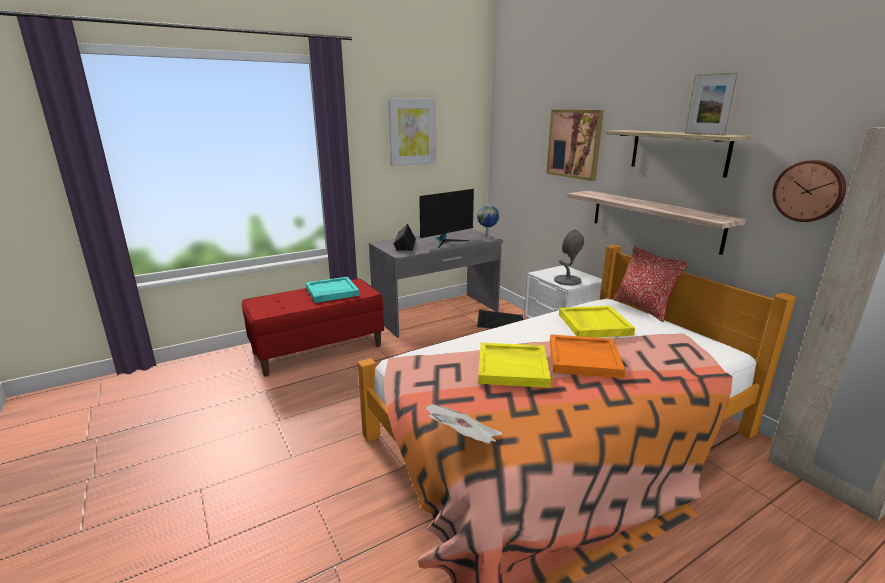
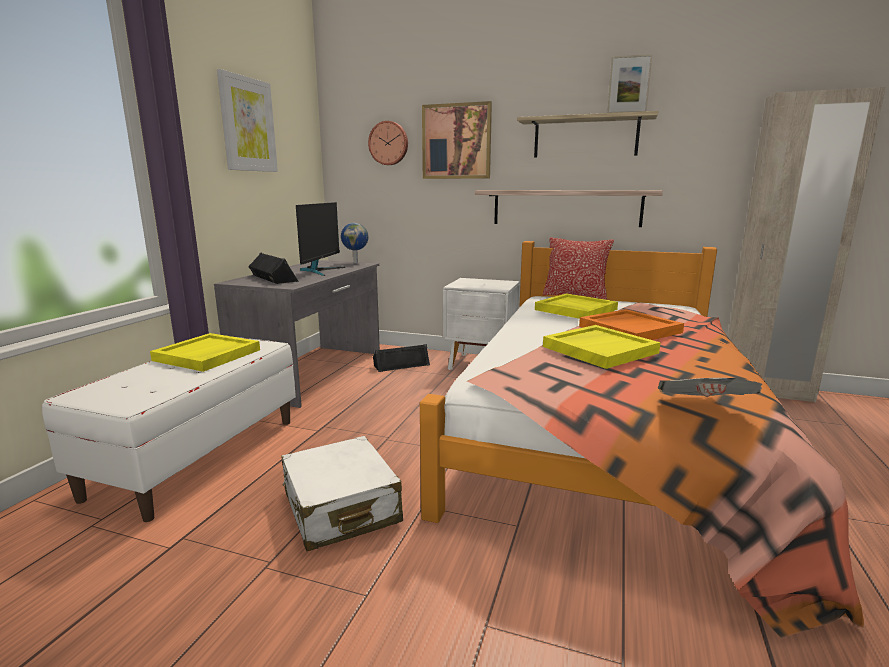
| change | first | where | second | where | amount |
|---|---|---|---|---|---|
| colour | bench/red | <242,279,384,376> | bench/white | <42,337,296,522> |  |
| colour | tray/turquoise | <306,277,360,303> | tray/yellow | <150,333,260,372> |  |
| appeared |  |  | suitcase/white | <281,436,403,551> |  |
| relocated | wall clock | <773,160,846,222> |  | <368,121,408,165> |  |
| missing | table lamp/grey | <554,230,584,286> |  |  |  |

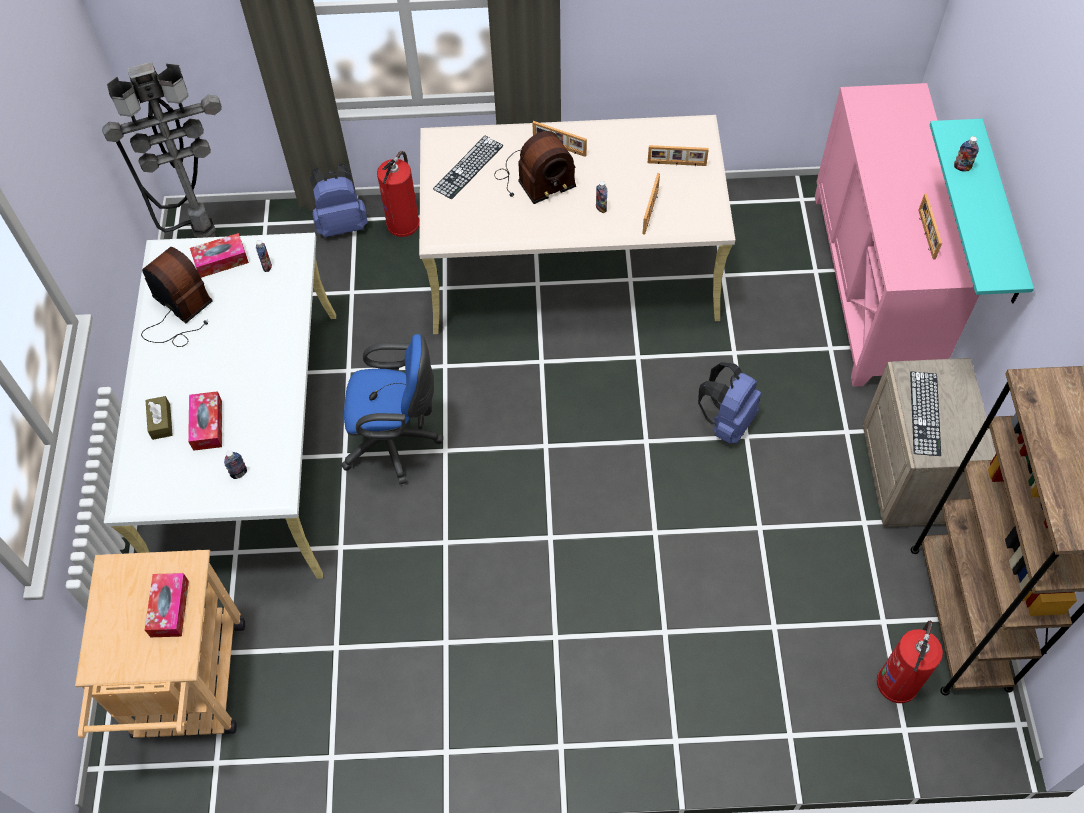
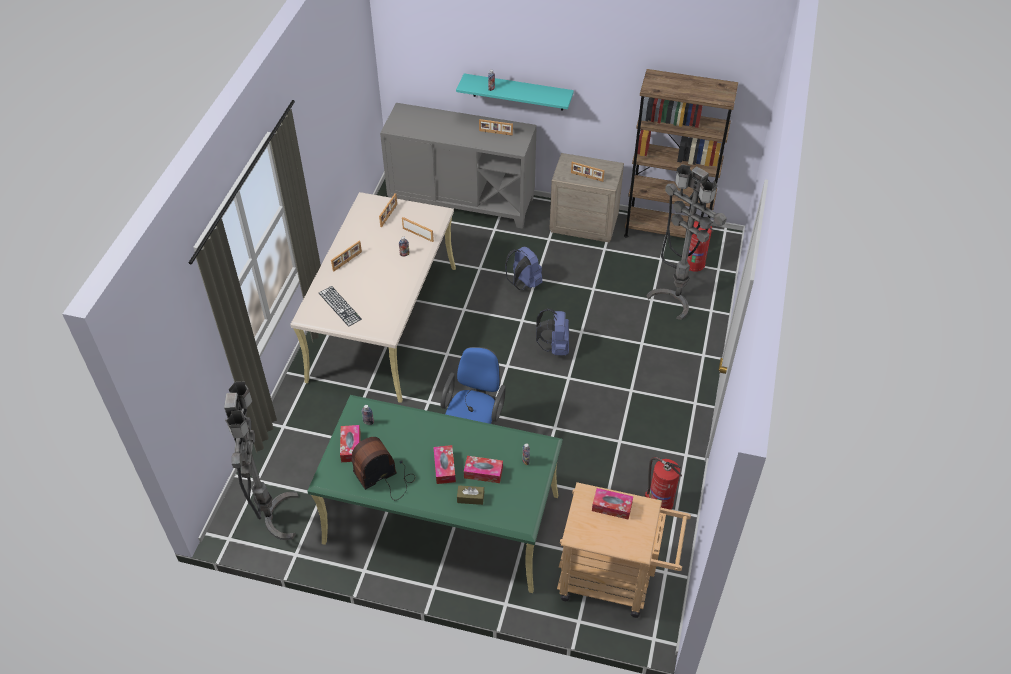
| change | first | where | second | where | amount |
|---|---|---|---|---|---|
| colour | desk/white | <104,233,336,579> | desk/green | <308,395,563,593> |  |
| colour | cabinet/pink | <815,83,980,387> | cabinet/grey | <380,103,537,229> |  |
| appeared |  |  | tissue box | <433,445,456,484> |  |
| relocated | backpack/blue | <310,164,368,237> |  | <536,308,569,356> |  |
| exchanged | keyboard | <910,371,941,456> | picture frame | <571,162,605,182> |  |
| relocated | fire extinguisher | <377,151,420,237> |  | <645,457,682,510> |  |
| appeared |  |  | floor lamp/grey | <647,164,727,320> |  |
| missing | radio | <494,131,576,204> |  |  |  |

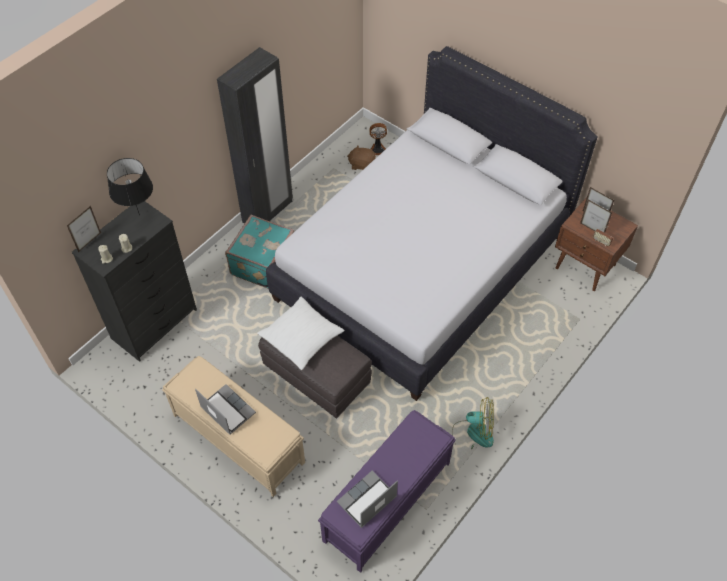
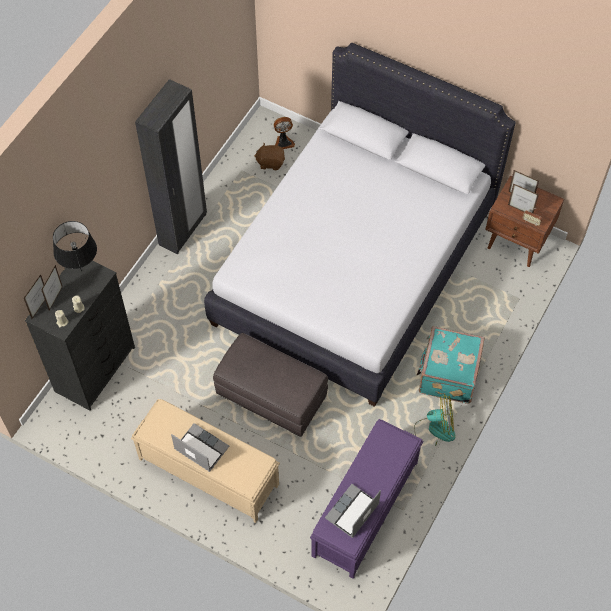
| change | first | where | second | where | amount |
|---|---|---|---|---|---|
| appeared |  |  | picture frame | <42,265,63,311> |  |
| relocated | suitcase/turquoise | <225,215,294,288> |  | <417,326,485,404> |  |
| missing | pillow/white | <257,297,345,370> |  |  |  |

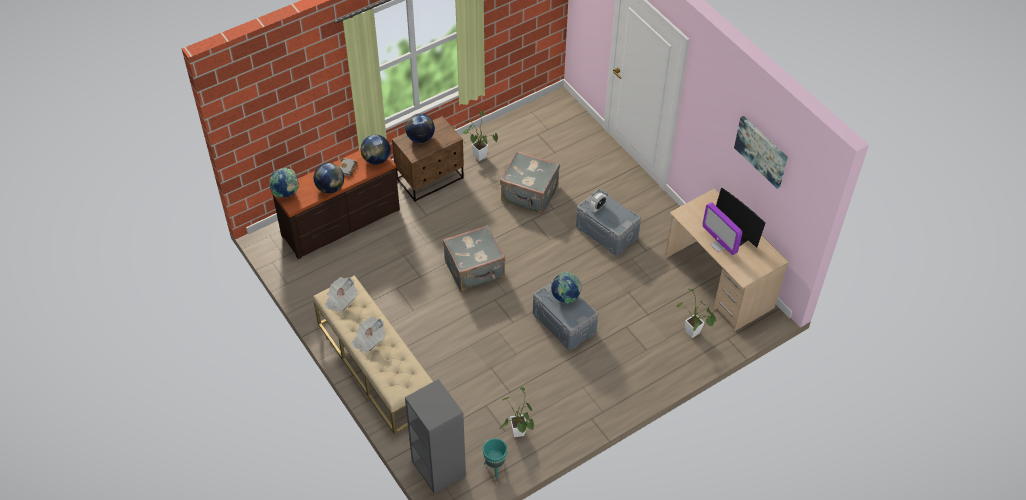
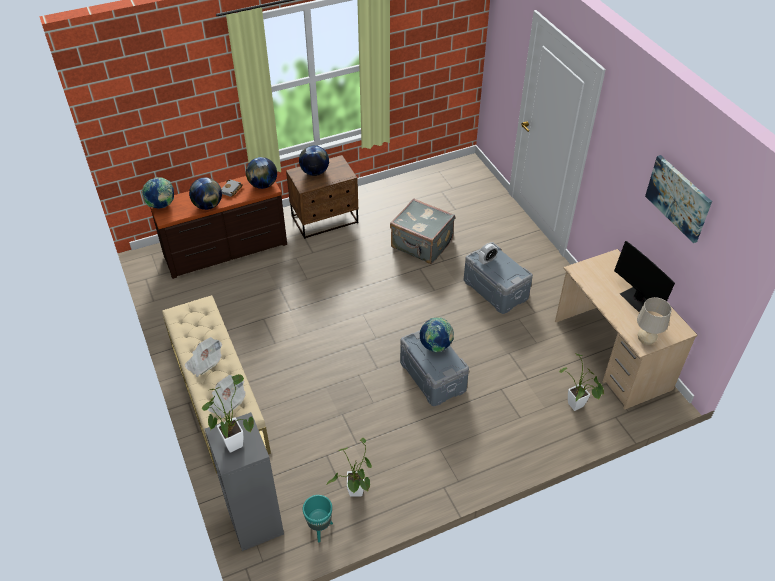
| change | first | where | second | where | amount |
|---|---|---|---|---|---|
| relocated | potted plant | <462,111,498,161> |  | <202,374,254,453> |  |
| relocated | newspaper | <324,277,357,313> |  | <208,375,246,418> |  |
| appeared |  |  | table lamp/beige | <637,297,672,345> |  |
| missing | suitcase/grey | <443,225,505,292> |  |  |  |
| missing | monitor | <702,202,742,255> |  |  |  |

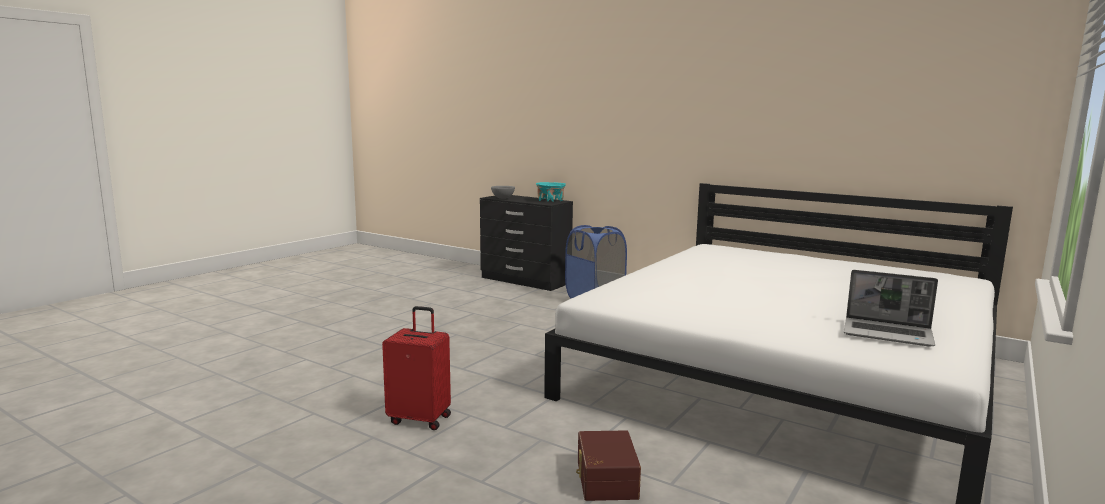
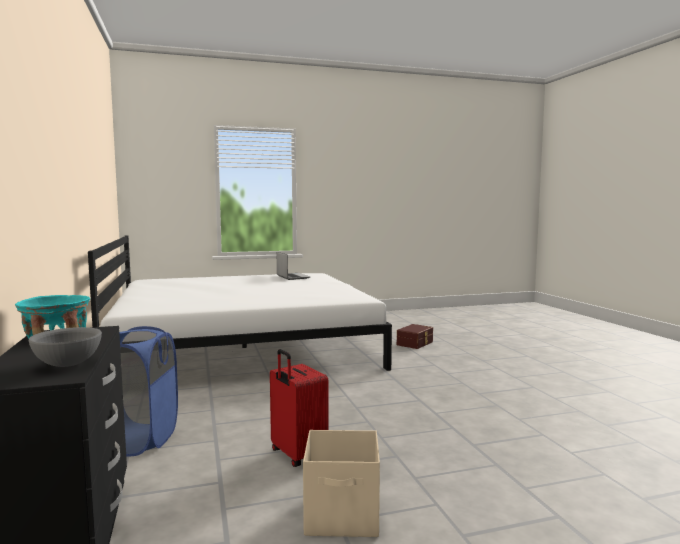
| change | first | where | second | where | amount |
|---|---|---|---|---|---|
| relocated | suitcase/red | <382,306,451,430> |  | <270,349,329,467> |  |
| appeared |  |  | storage box/beige | <303,430,380,537> |  |

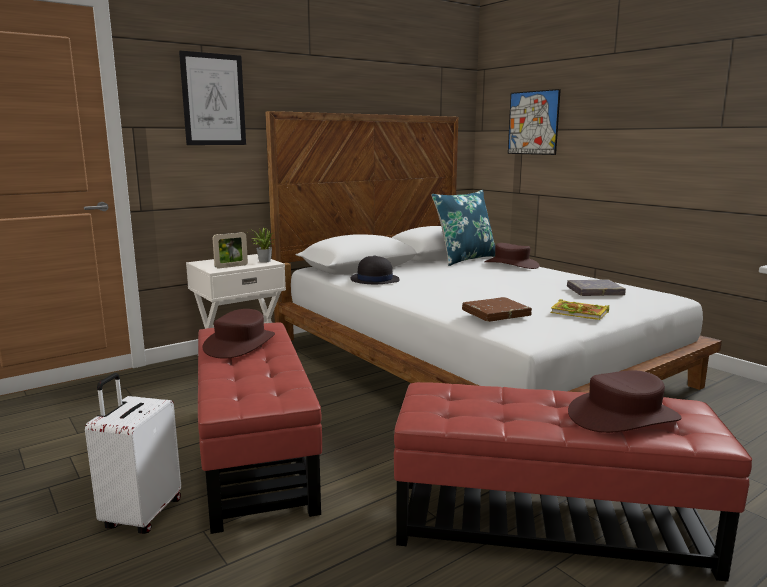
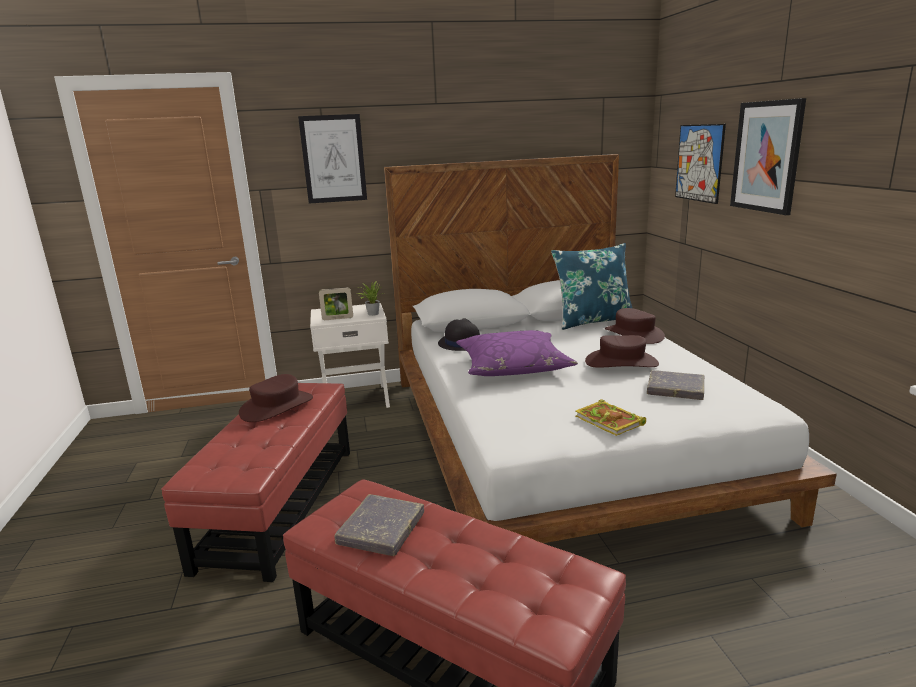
| change | first | where | second | where | amount |
|---|---|---|---|---|---|
| appeared |  |  | book/grey | <334,494,424,556> |  |
| appeared |  |  | pillow/purple | <456,330,578,376> |  |
| relocated | hat/brown | <568,370,682,433> |  | <585,335,659,368> |  |
| appeared |  |  | picture | <730,98,806,215> |  |
| missing | suitcase/white | <85,373,181,534> |  |  |  |
| missing | book/brown | <462,297,532,322> |  |  |  |

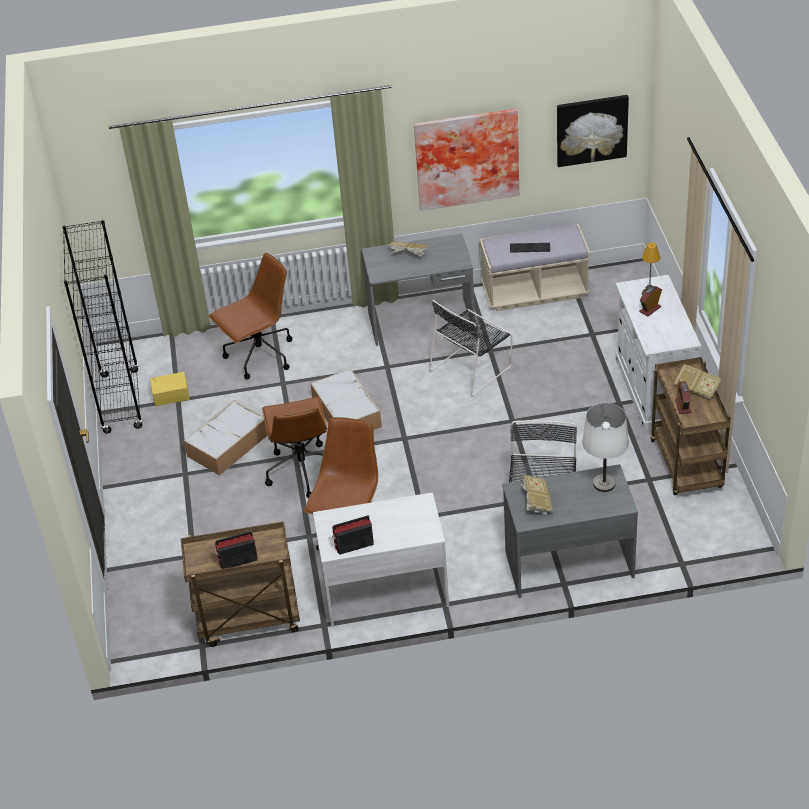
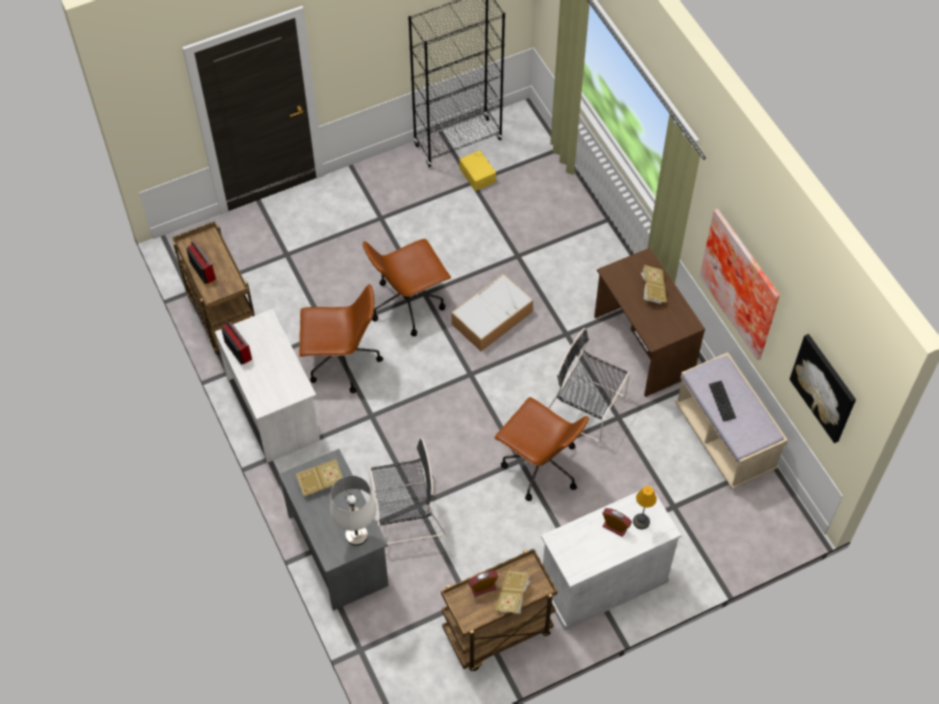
| change | first | where | second | where | amount |
|---|---|---|---|---|---|
| relocated | office chair/brown | <209,253,292,380> |  | <494,397,589,501> |  |
| colour | desk/grey | <362,233,475,346> | desk/brown | <594,248,705,397> |  |
| missing | storage box | <184,400,268,476> |  |  |  |

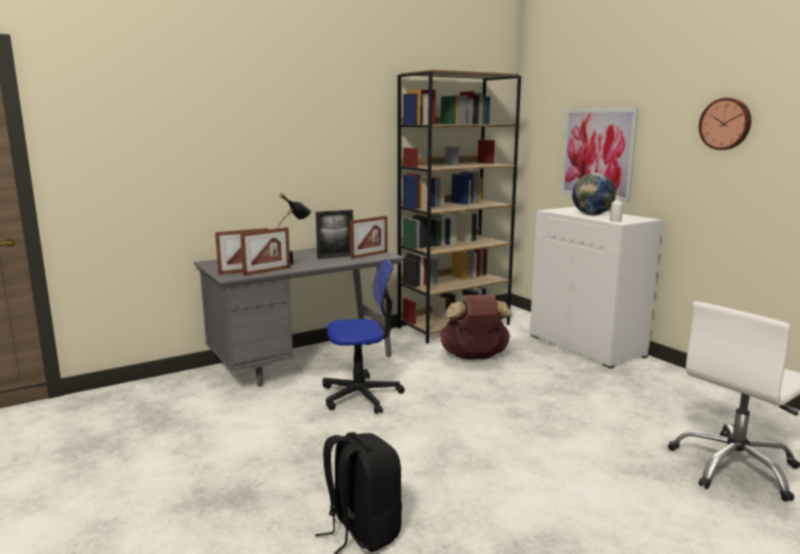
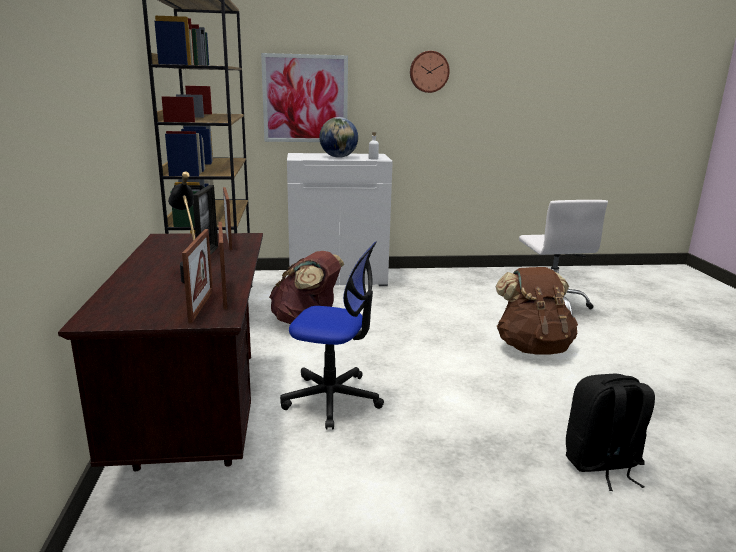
| change | first | where | second | where | amount |
|---|---|---|---|---|---|
| colour | desk/grey | <194,248,404,387> | desk/brown | <58,233,263,471> |  |
| spun | office chair | <322,259,405,414> |  | <280,241,384,430> | 90 degrees clockwise |
| appeared |  |  | backpack/brown | <496,267,578,355> |  |

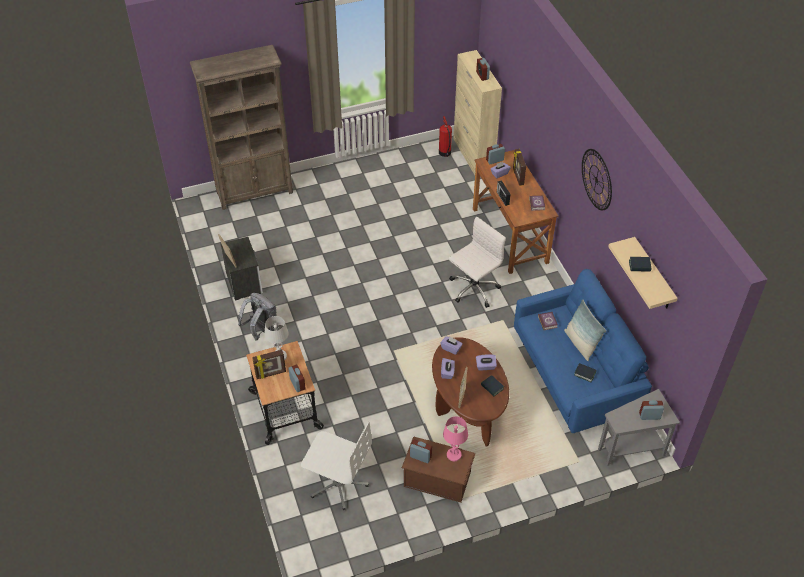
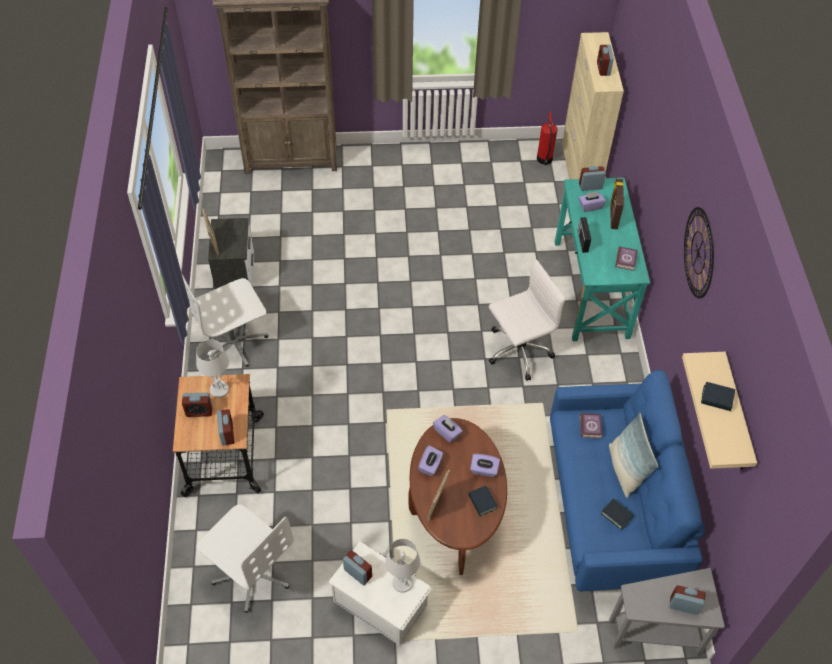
| change | first | where | second | where | amount |
|---|---|---|---|---|---|
| exchanged | backpack/grey | <238,293,278,341> | office chair/white | <181,272,268,367> |  |
| exchanged | picture frame | <252,350,286,379> | alarm clock | <182,393,213,417> |  |
| colour | storage box/brown | <402,437,476,503> | storage box/white | <328,541,433,645> |  |
| colour | table lamp/pink | <443,416,468,461> | table lamp/white | <385,539,420,593> |  |
| colour | desk/brown | <473,150,559,274> | desk/turquoise | <555,178,650,341> |  |

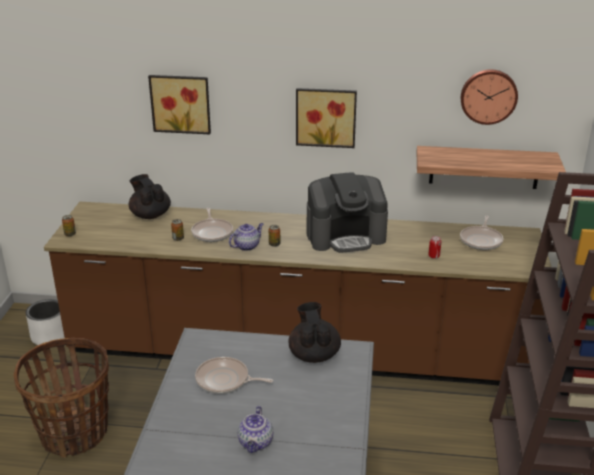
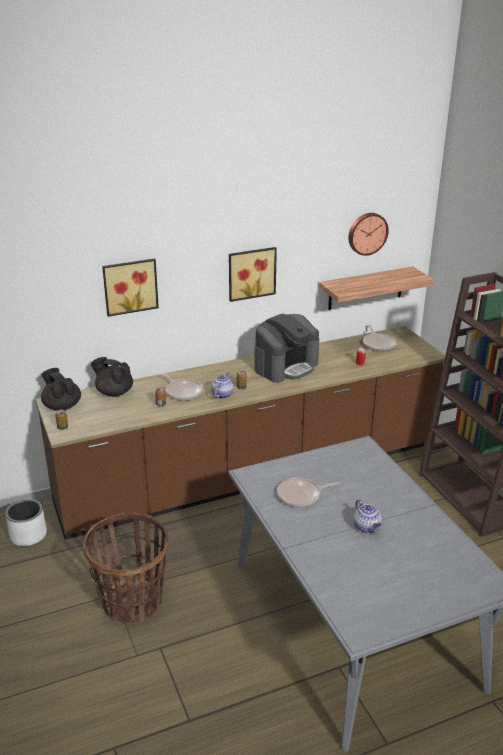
| change | first | where | second | where | amount |
|---|---|---|---|---|---|
| relocated | teapot/black | <288,302,341,363> |  | <41,368,81,411> |  |

